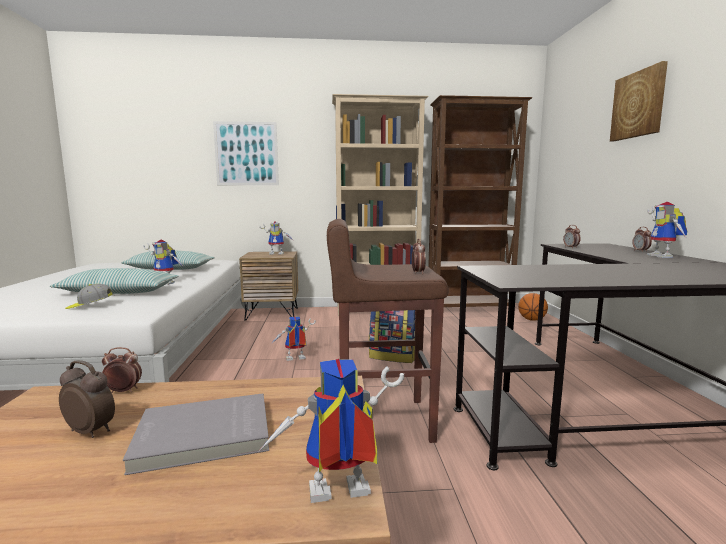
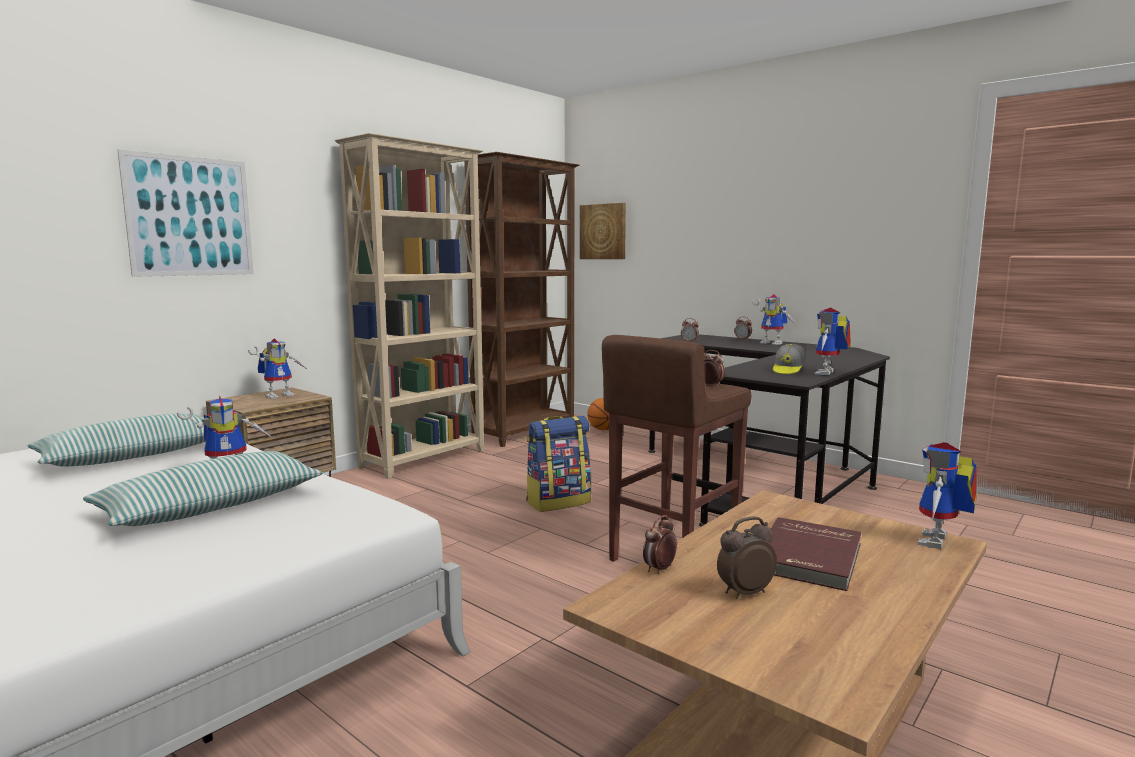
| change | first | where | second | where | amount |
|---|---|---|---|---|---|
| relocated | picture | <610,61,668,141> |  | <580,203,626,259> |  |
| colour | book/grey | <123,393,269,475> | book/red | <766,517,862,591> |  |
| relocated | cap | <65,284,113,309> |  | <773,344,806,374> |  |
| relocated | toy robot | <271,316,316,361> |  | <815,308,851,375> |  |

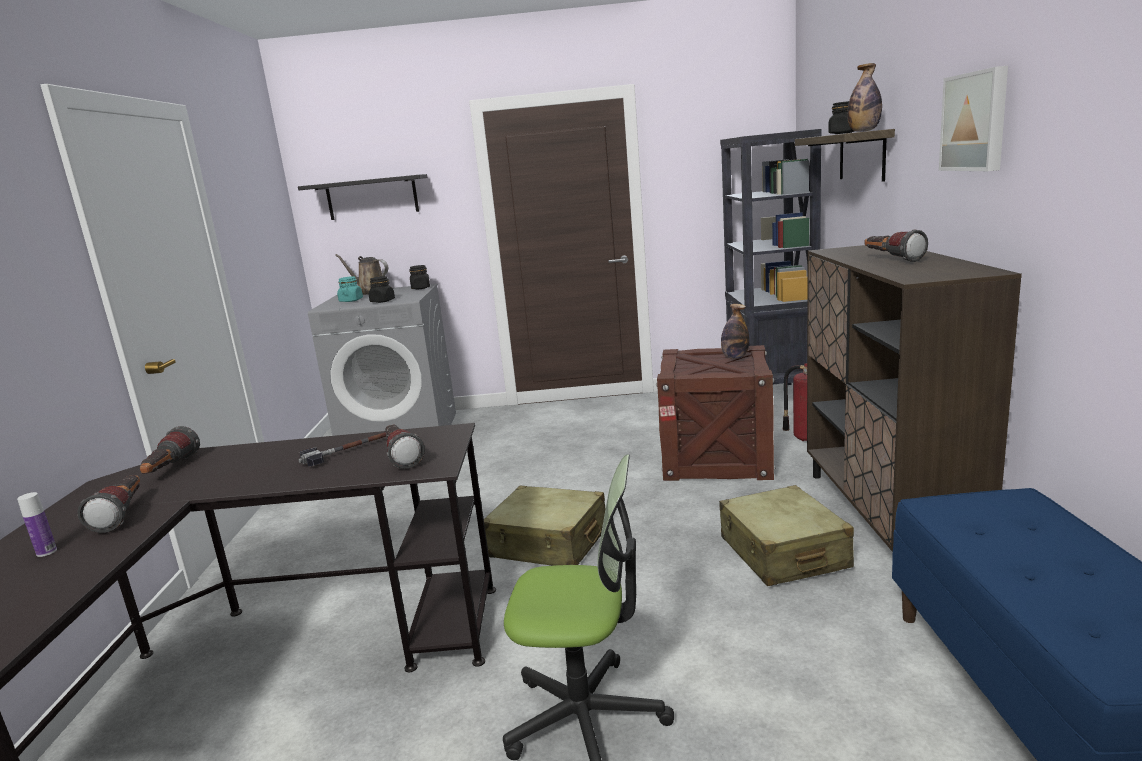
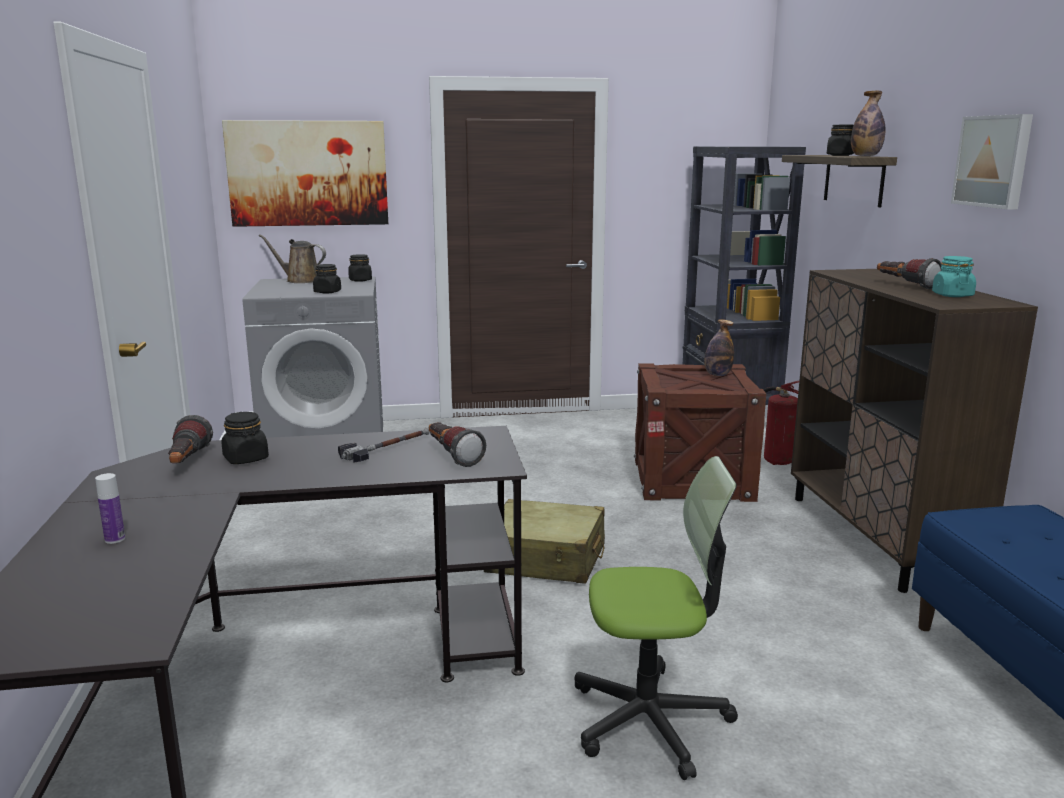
| change | first | where | second | where | amount |
|---|---|---|---|---|---|
| appeared |  |  | jar/black | <221,412,269,464> |  |
| exchanged | shelf/black | <298,174,427,220> | picture | <222,120,388,227> |  |
| relocated | jar/turquoise | <337,276,363,302> |  | <932,256,976,297> |  |
| missing | flashlight | <77,475,140,533> |  |  |  |
| missing | suitcase/beige | <719,485,854,586> |  |  |  |

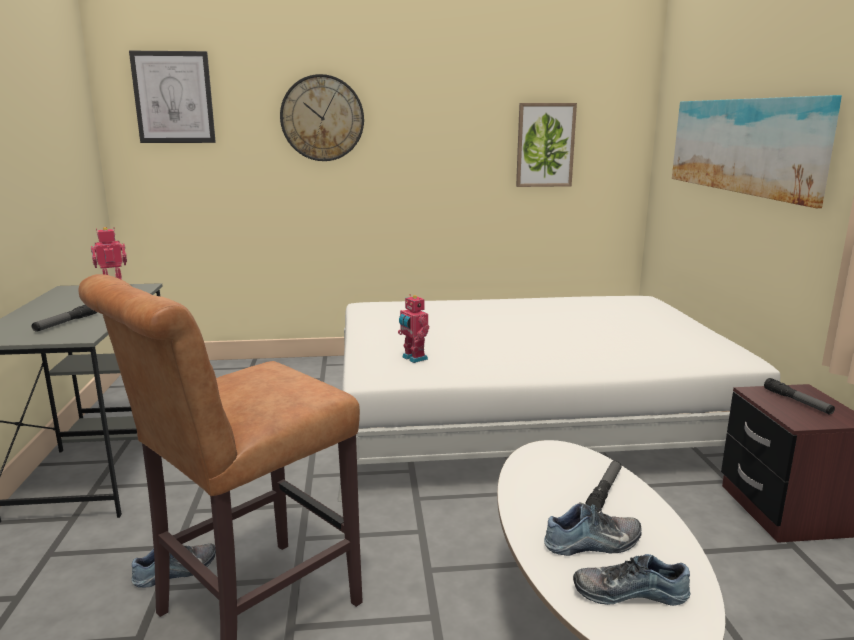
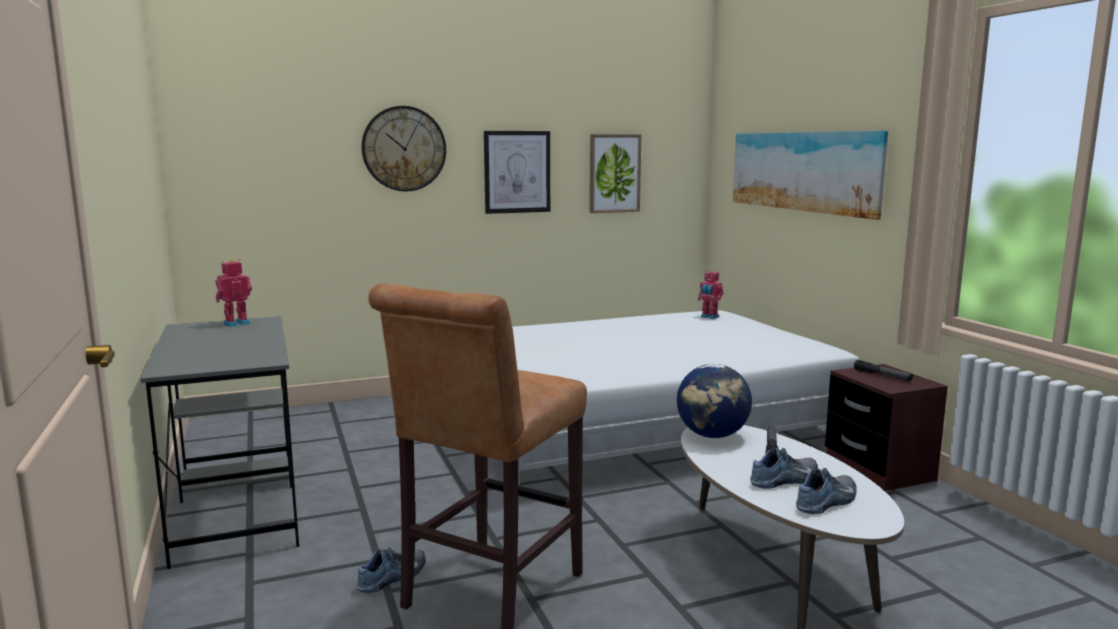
| change | first | where | second | where | amount |
|---|---|---|---|---|---|
| relocated | picture | <129,51,216,143> |  | <484,131,550,214> |  |
| appeared |  |  | globe | <677,364,752,438> |  |
| relocated | toy robot | <398,294,429,363> |  | <697,270,723,319> |  |
| spun | shoe | <573,554,691,606> |  | <796,468,857,514> | 150 degrees clockwise |
| missing | flashlight | <32,305,97,332> |  |  |  |

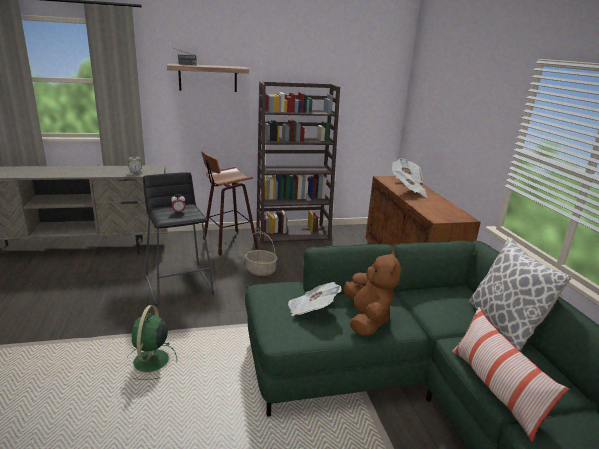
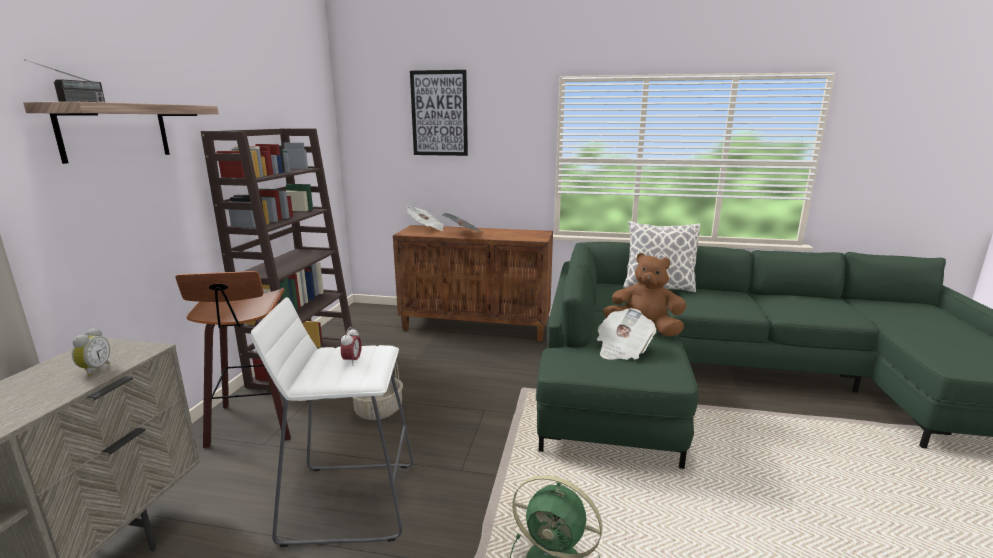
| change | first | where | second | where | amount |
|---|---|---|---|---|---|
| colour | stool/black | <143,172,214,306> | stool/white | <251,297,413,547> |  |
| appeared |  |  | picture | <410,70,468,156> |  |
| missing | pillow | <452,307,569,442> |  |  |  |

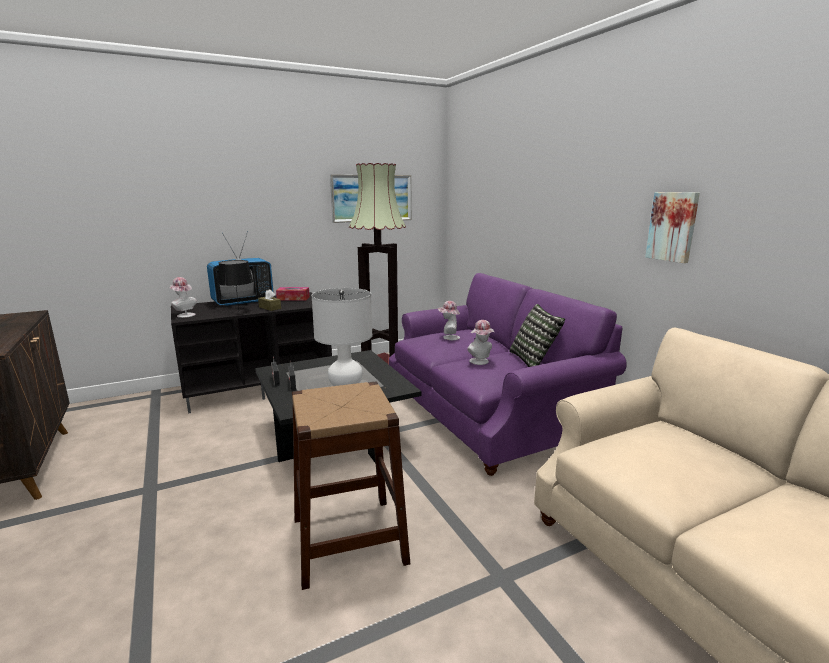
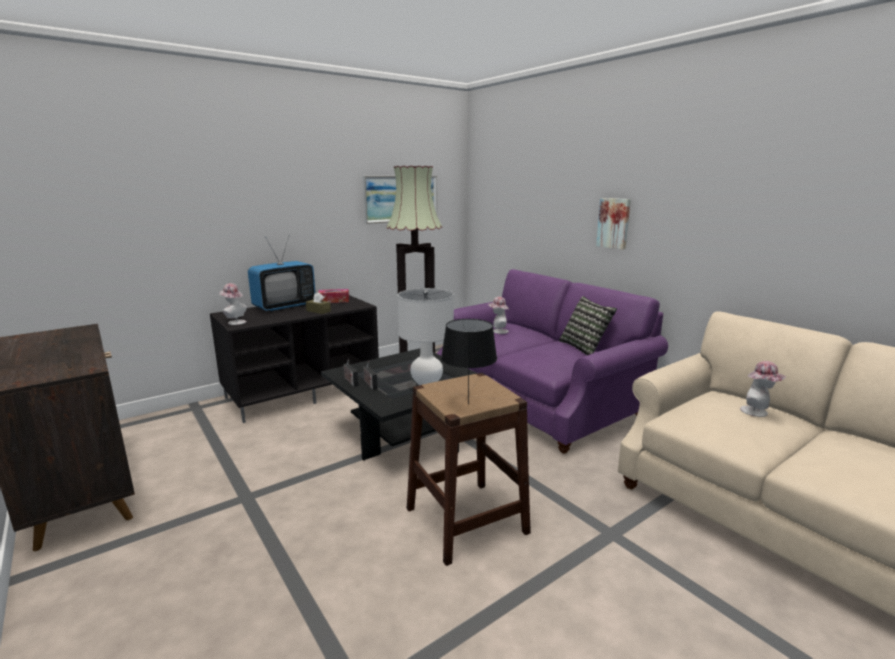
| change | first | where | second | where | amount |
|---|---|---|---|---|---|
| relocated | table lamp/black | <218,260,253,309> |  | <441,319,497,405> |  |
| relocated | picture | <645,192,700,263> |  | <596,198,631,250> |  |
| relocated | hat | <467,320,495,365> |  | <740,361,787,417> |  |

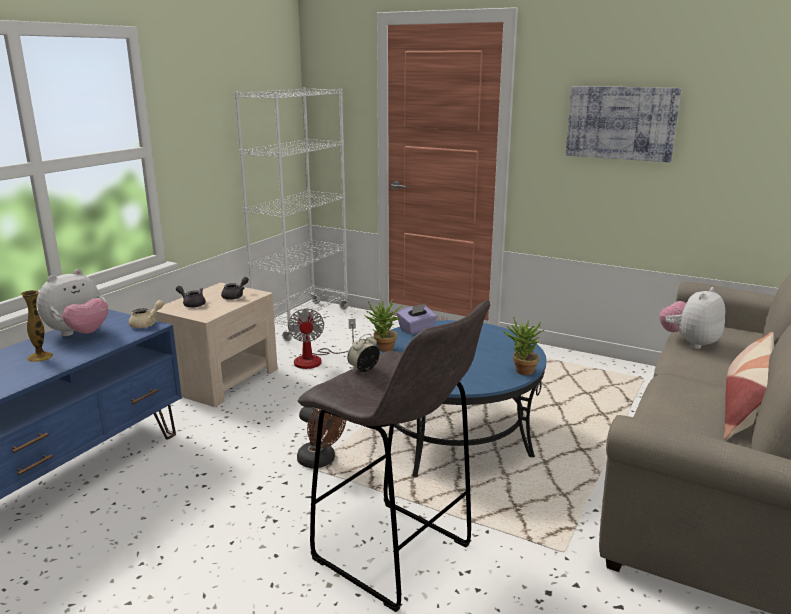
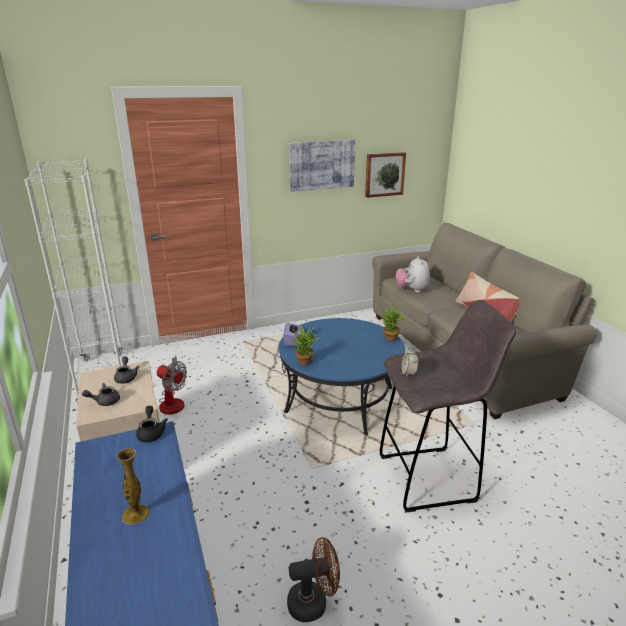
| change | first | where | second | where | amount |
|---|---|---|---|---|---|
| colour | teapot/beige | <129,300,164,328> | teapot/black | <136,406,168,442> |  |
| relocated | fan/brown | <297,407,346,469> |  | <287,537,340,622> |  |
| appeared |  |  | picture | <365,152,406,198> |  |
| missing | plush toy | <37,269,108,336> |  |  |  |

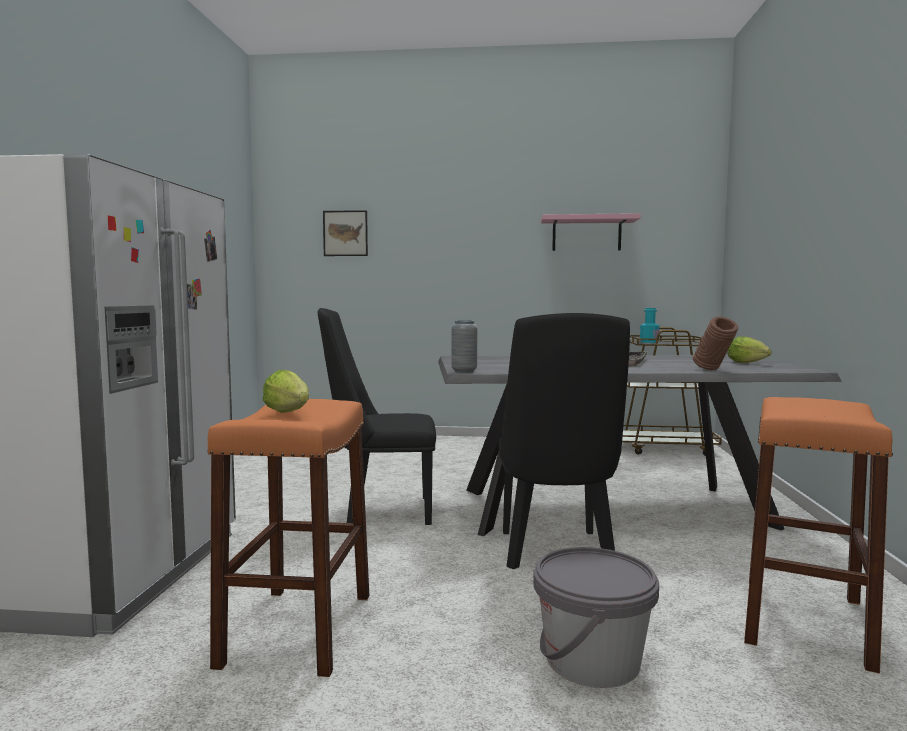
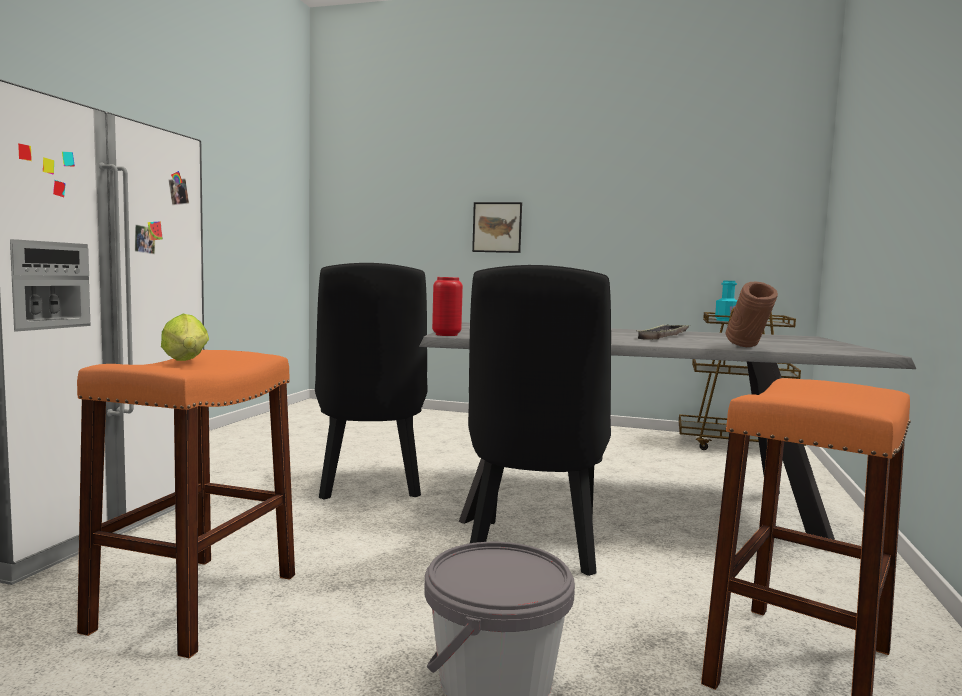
| change | first | where | second | where | amount |
|---|---|---|---|---|---|
| spun | chair/black | <318,308,436,525> |  | <315,263,428,499> | 105 degrees counterclockwise |
| colour | vase/grey | <451,320,477,373> | vase/red | <432,277,463,336> |  |
| relocated | picture | <323,210,368,256> |  | <472,202,522,253> |  |
| missing | shelf/pink | <541,213,641,251> |  |  |  |
| missing | lettuce | <727,336,772,363> |  |  |  |

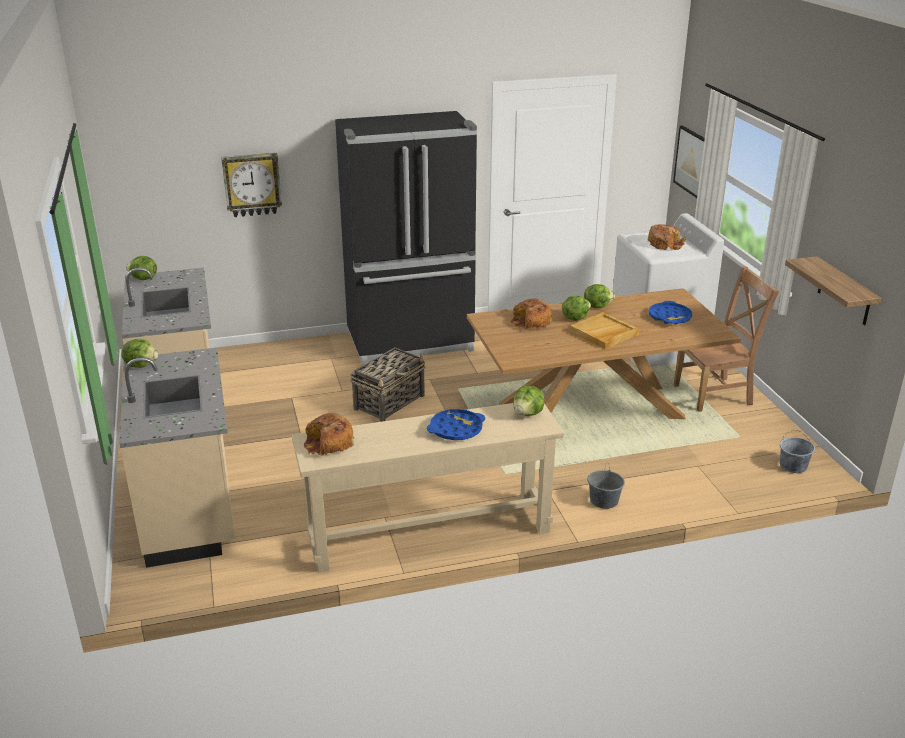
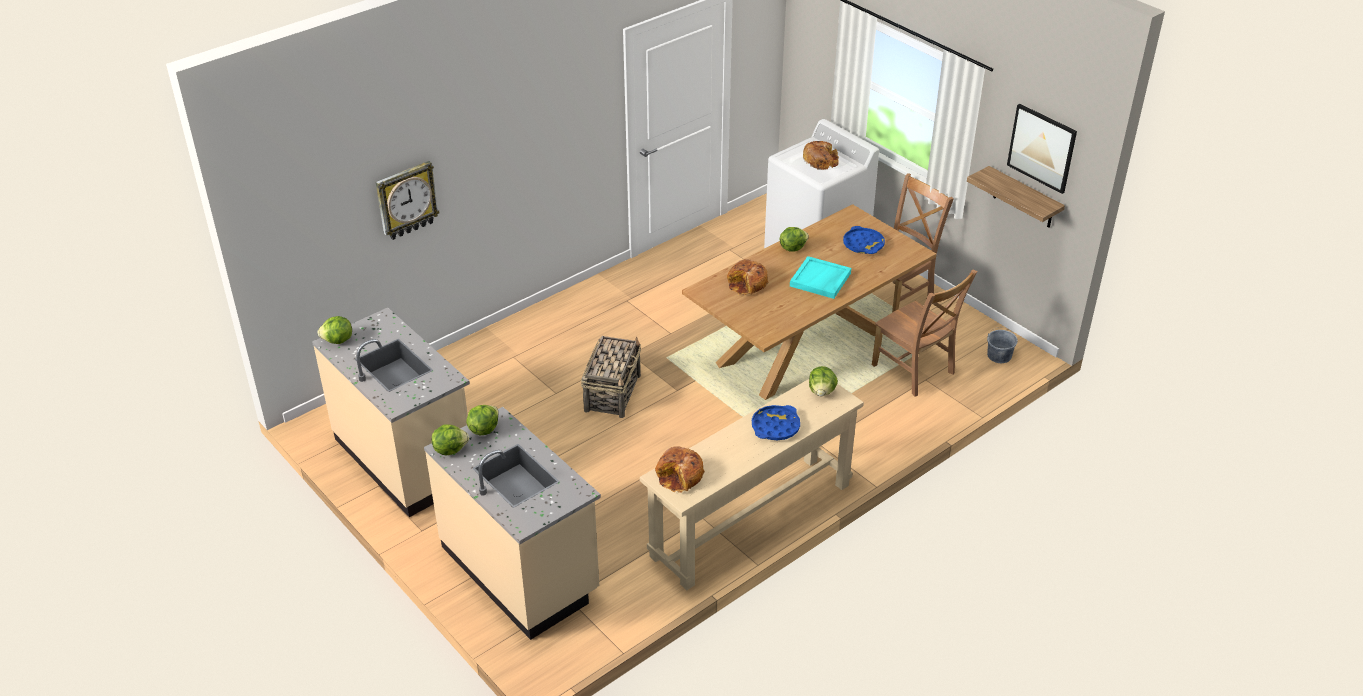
| change | first | where | second | where | amount |
|---|---|---|---|---|---|
| relocated | lettuce | <562,296,591,321> |  | <466,405,499,435> |  |
| colour | tray/beige | <569,312,639,349> | tray/turquoise | <790,256,851,299> |  |
| appeared |  |  | chair/brown | <872,270,978,396> |  |
| relocated | picture | <673,125,705,198> |  | <1007,104,1077,194> |  |
| missing | fridge/black | <335,111,477,365> |  |  |  |
| missing | bucket/grey | <588,462,625,509> |  |  |  |

